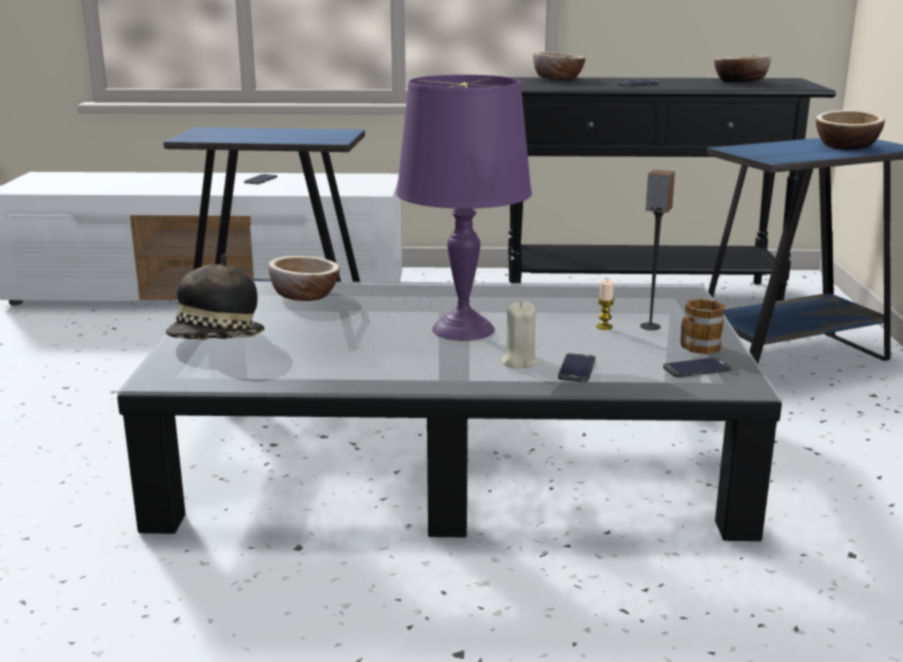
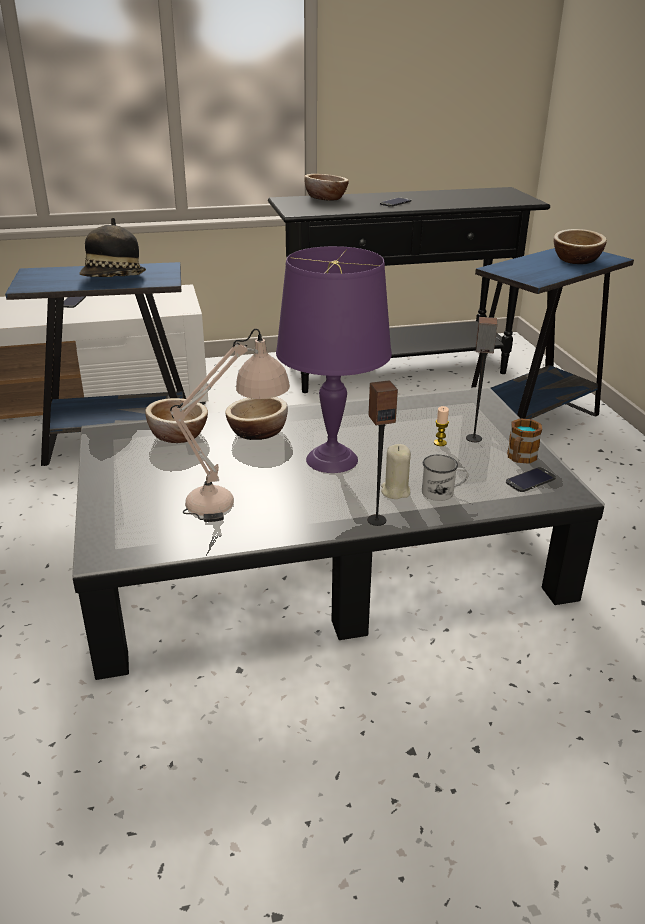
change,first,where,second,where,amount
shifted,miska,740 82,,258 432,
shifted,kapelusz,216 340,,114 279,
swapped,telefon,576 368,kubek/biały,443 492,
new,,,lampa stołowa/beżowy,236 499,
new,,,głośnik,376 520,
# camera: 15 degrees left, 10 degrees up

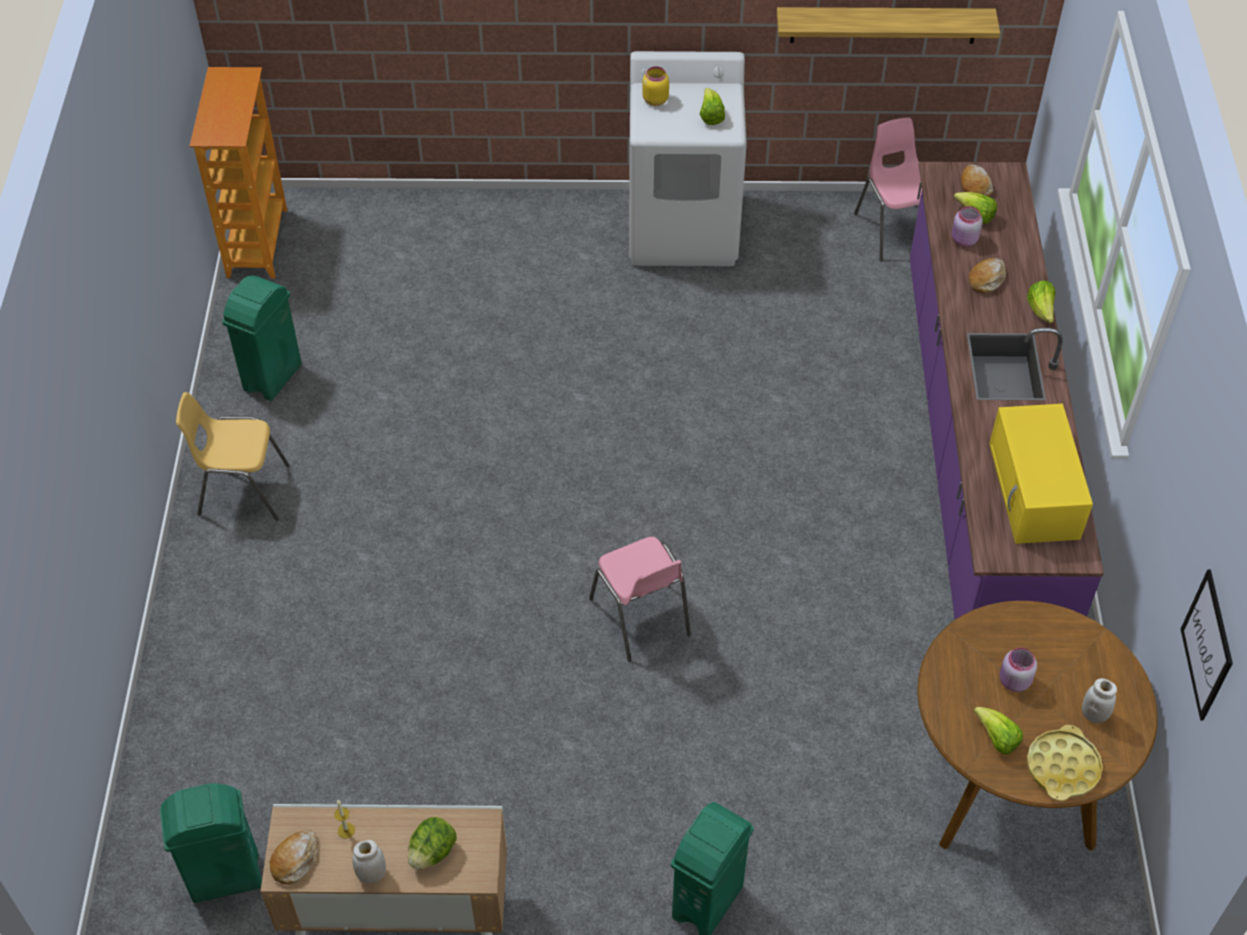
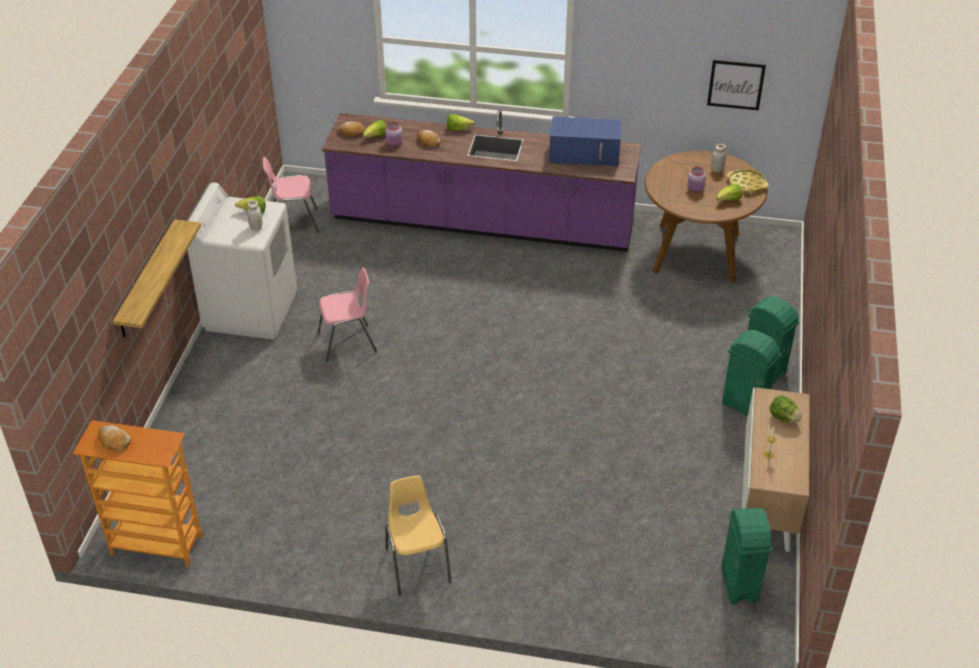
change,first,where,second,where,amount
shifted,półka,883 25,,147 280,
gone,słoik/żółty,654 100,,,
shifted,kosz na śmieci/zielony,272 377,,745 405,
rotated,krzesło/żółty,242 490,,417 564,150 degrees clockwise
repainted,mikrofalówka/żółty,1035 492,mikrofalówka/niebieski,585 154,
shifted,krzesło/różowy,640 618,,347 343,
shifted,chleb,295 860,,114 441,
shifted,słoik/biały,372 874,,256 227,
# camera: 80 degrees left, 10 degrees down

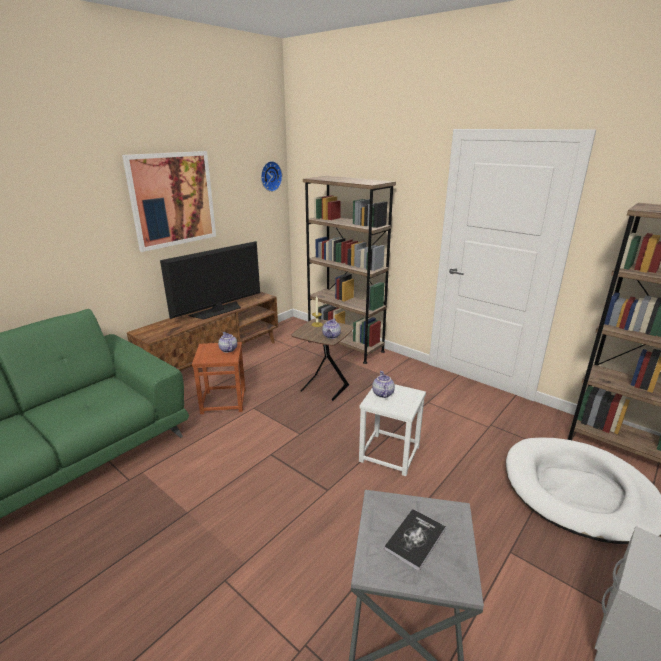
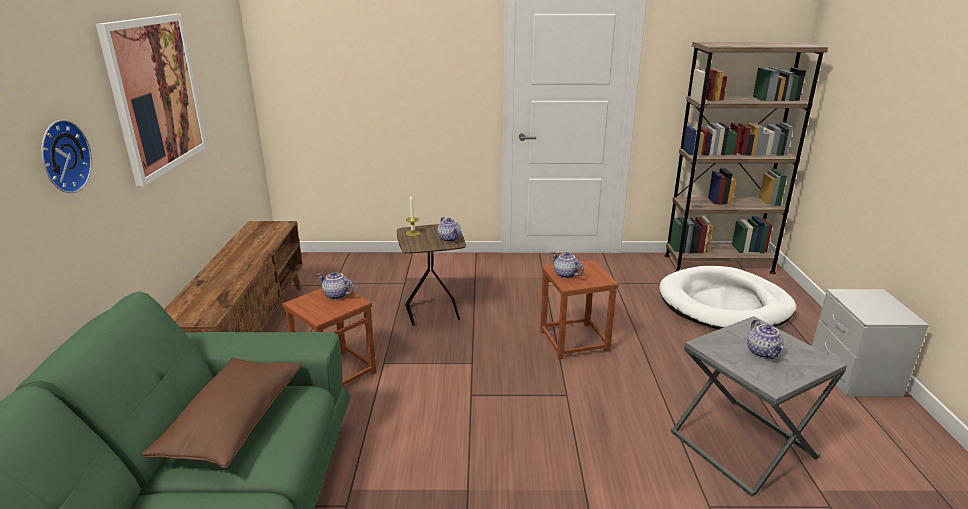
change,first,where,second,where,amount
shifted,zegar ścienny,270 176,,61 156,
gone,regał/brązowy,345 346,,,
gone,telewizor,218 311,,,
repainted,stołek/biały,389 454,stołek/brązowy,574 341,
swapped,książka,415 539,imbryk,763 352,
new,,,poduszka/brązowy,233 424,
# camera: 40 degrees left, 0 degrees up

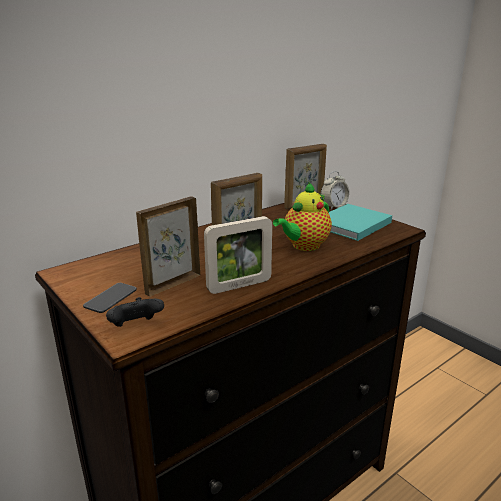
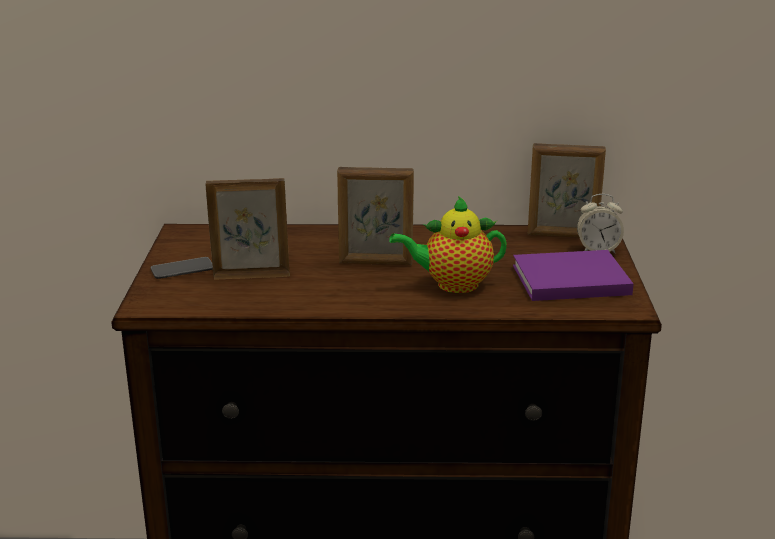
change,first,where,second,where,amount
repainted,książka/turkusowy,350 225,książka/fioletowy,567 280,
gone,ramka na zdjęcie,239 285,,,
gone,pad do gier/czarny,136 326,,,
# camera: 40 degrees right, 0 degrees up

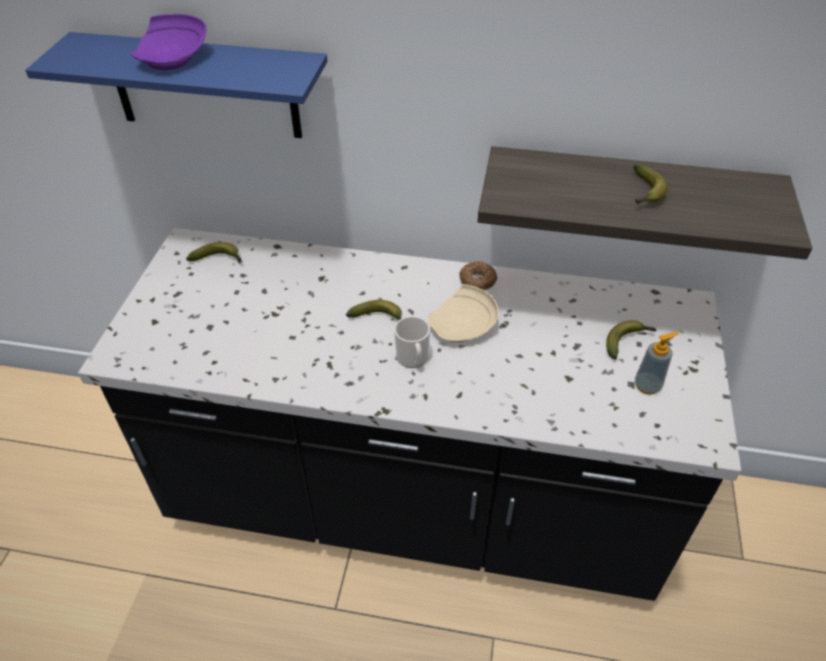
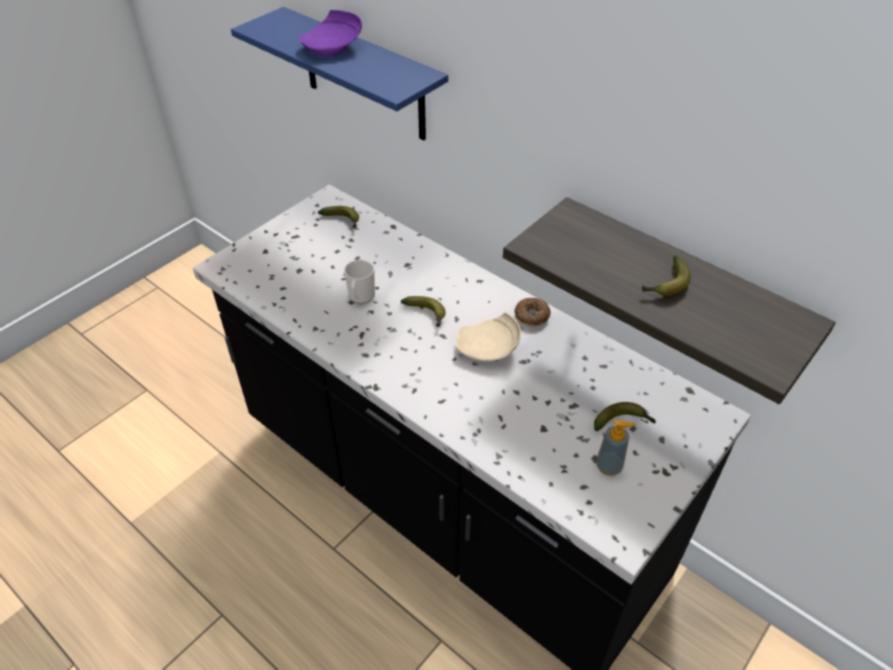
change,first,where,second,where,amount
shifted,kubek,413 359,,360 297,
# camera: 30 degrees right, 0 degrees up

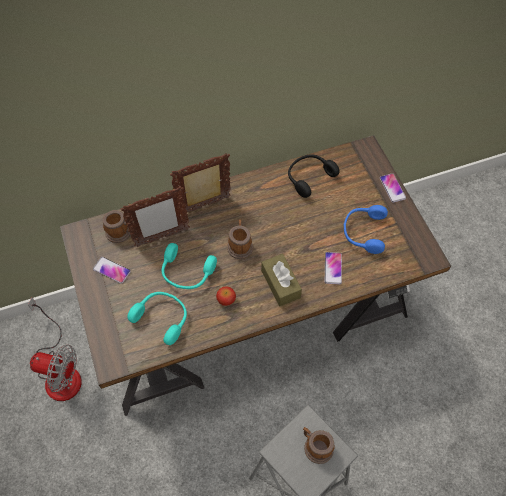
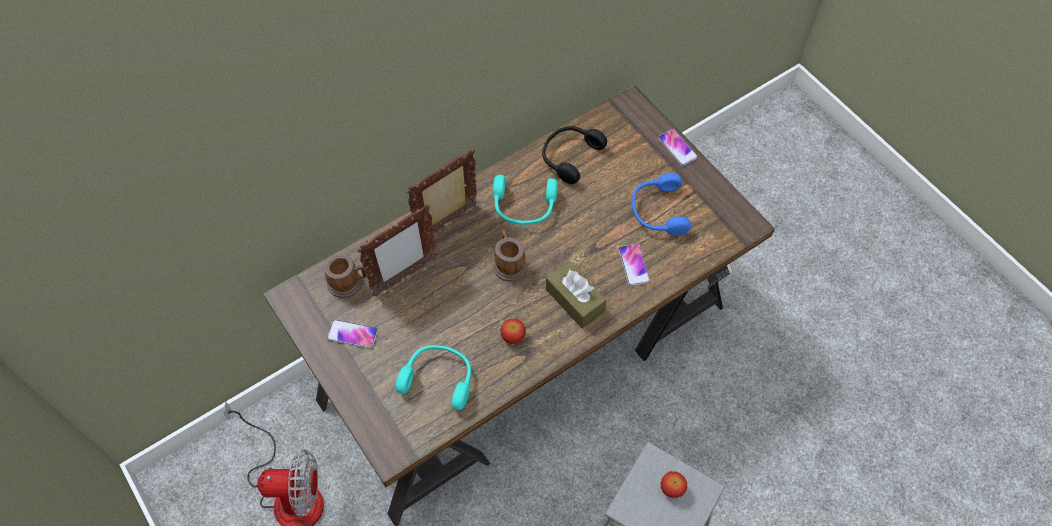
change,first,where,second,where,amount
shifted,słuchawki/turkusowy,186 273,,524 207,
swapped,kubek,315 446,jabłko,672 489,
# camera: 15 degrees left, 0 degrees up

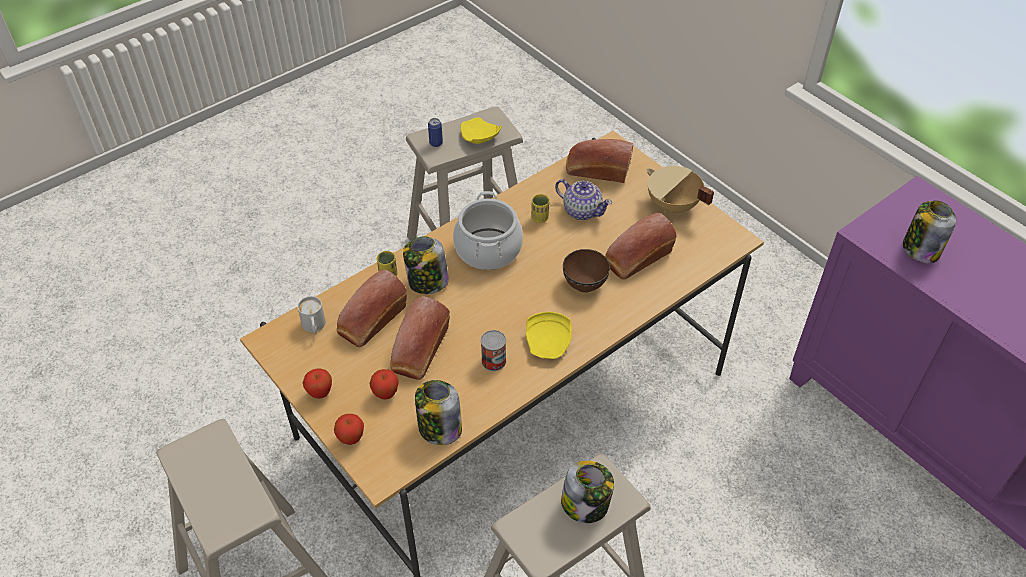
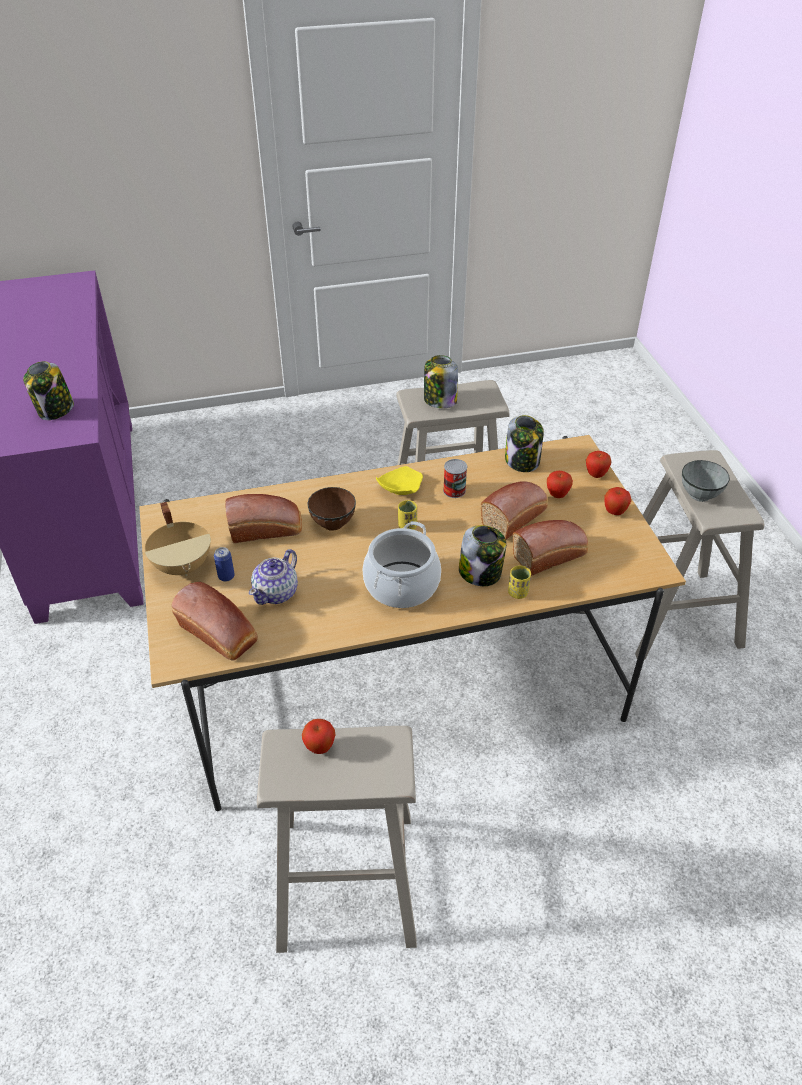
change,first,where,second,where,amount
swapped,talerz/żółty,479 138,jabłko,319 747,
shifted,puszka,436 143,,226 576,
rotated,imbryk,582 210,,276 593,120 degrees counterclockwise
shifted,filiżanka/żółty,540 218,,407 526,
gone,kubek/biały,314 327,,,
new,,,miska/szary,700 494,
# camera: 155 degrees left, 5 degrees down

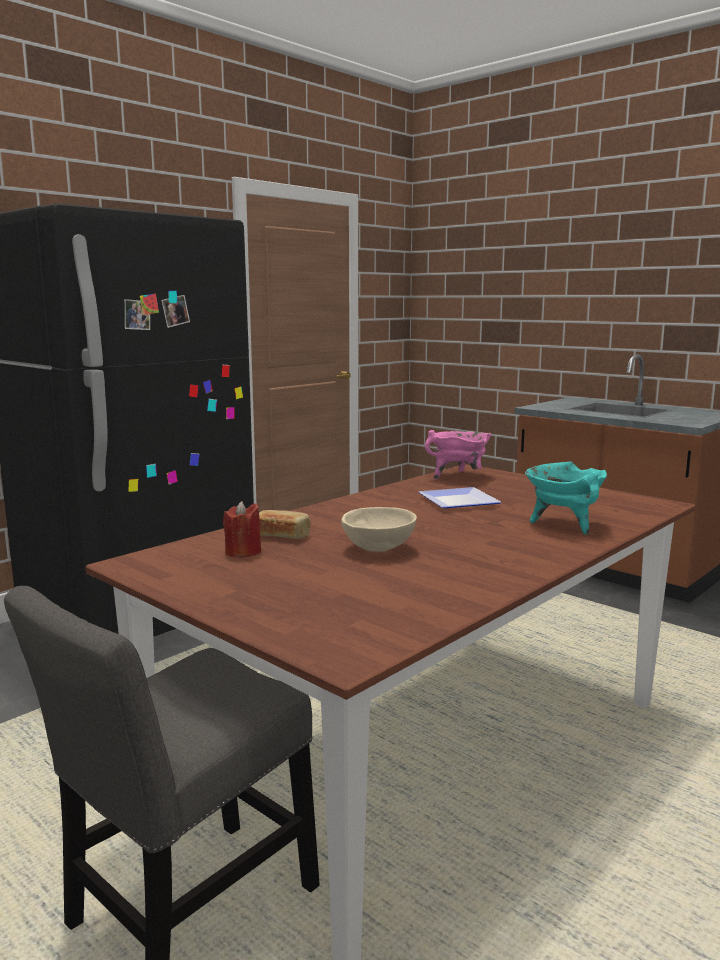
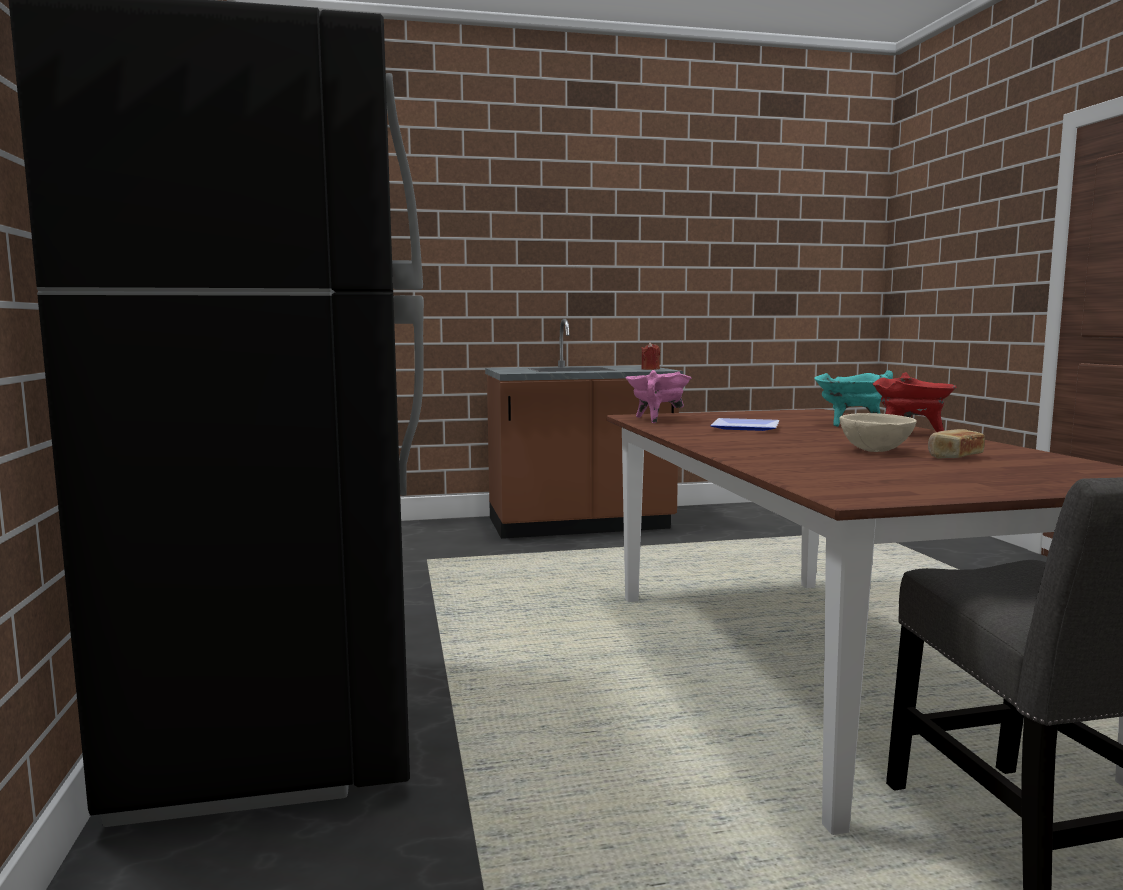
change,first,where,second,where,amount
shifted,świeca/czerwony,243 552,,650 369,
shifted,chleb,283 536,,953 457,
new,,,garnek/czerwony,911 434,
# camera: 55 degrees left, 5 degrees down

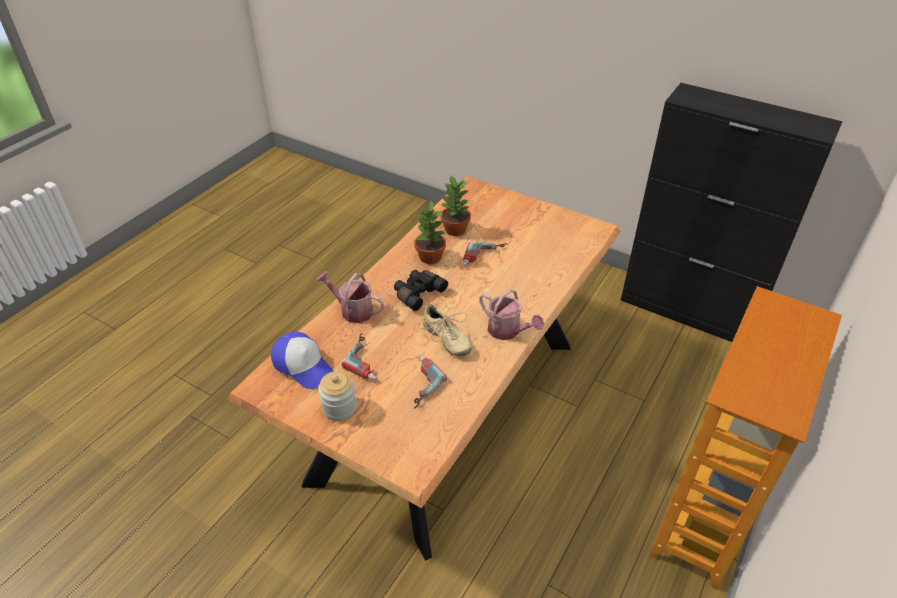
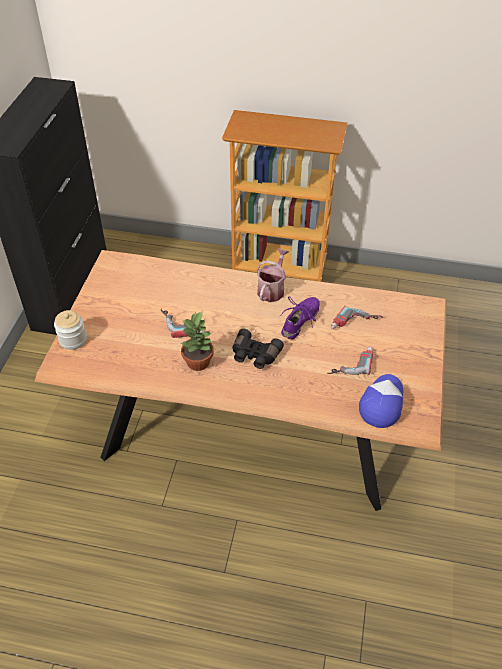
change,first,where,second,where,amount
gone,roślina doniczkowa,455 230,,,
gone,konewka,352 310,,,
repainted,but/beżowy,446 339,but/fioletowy,300 322,
shifted,słoik,339 407,,73 340,
# camera: 110 degrees left, 5 degrees up

